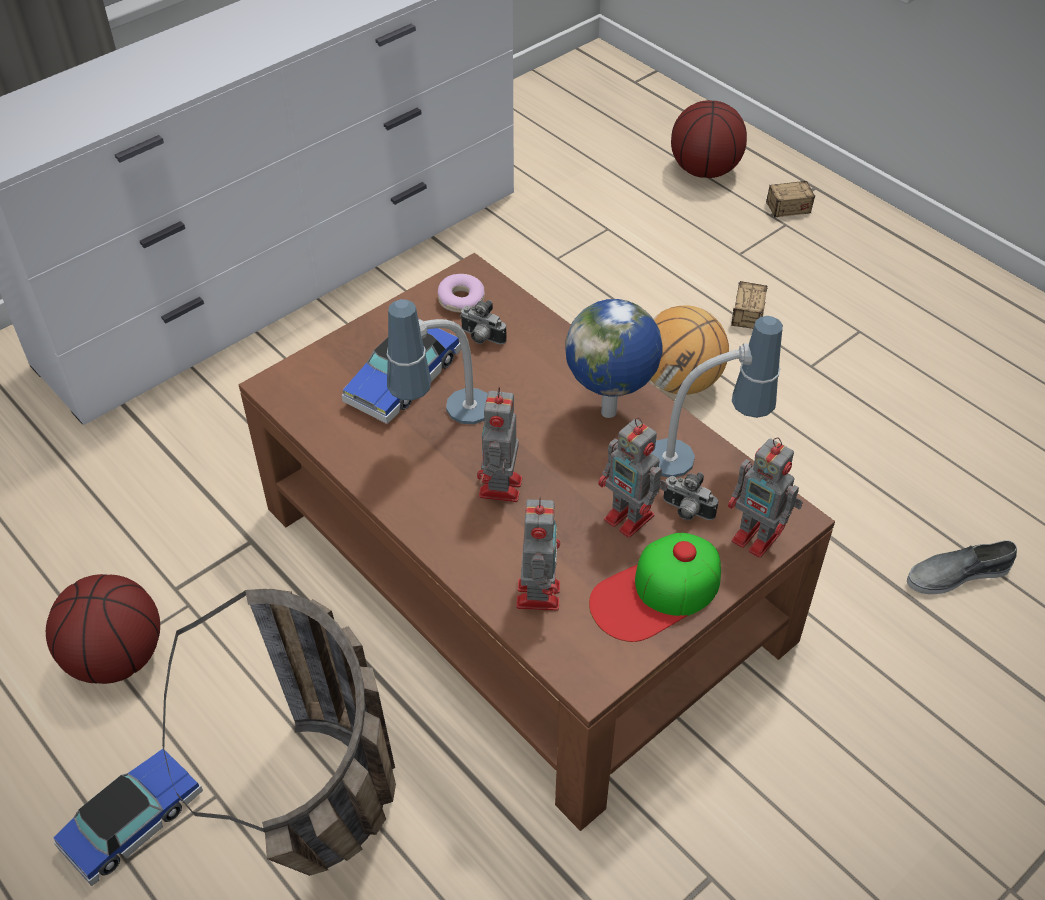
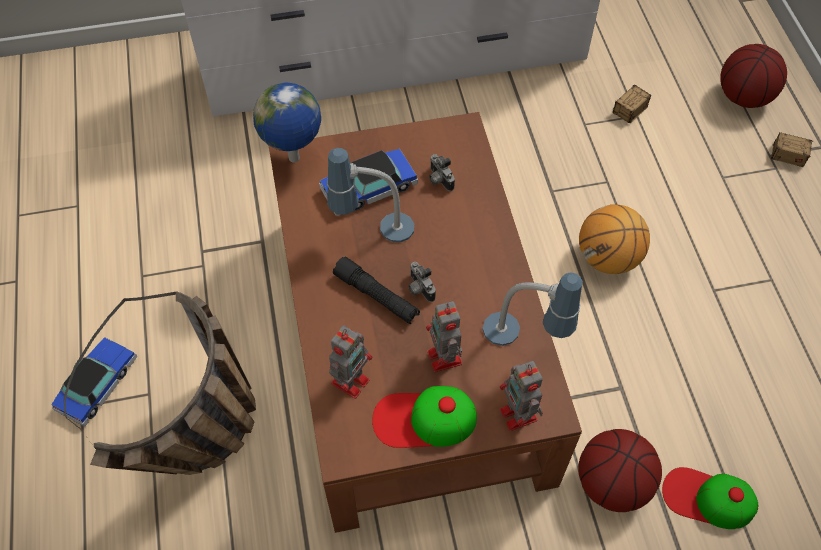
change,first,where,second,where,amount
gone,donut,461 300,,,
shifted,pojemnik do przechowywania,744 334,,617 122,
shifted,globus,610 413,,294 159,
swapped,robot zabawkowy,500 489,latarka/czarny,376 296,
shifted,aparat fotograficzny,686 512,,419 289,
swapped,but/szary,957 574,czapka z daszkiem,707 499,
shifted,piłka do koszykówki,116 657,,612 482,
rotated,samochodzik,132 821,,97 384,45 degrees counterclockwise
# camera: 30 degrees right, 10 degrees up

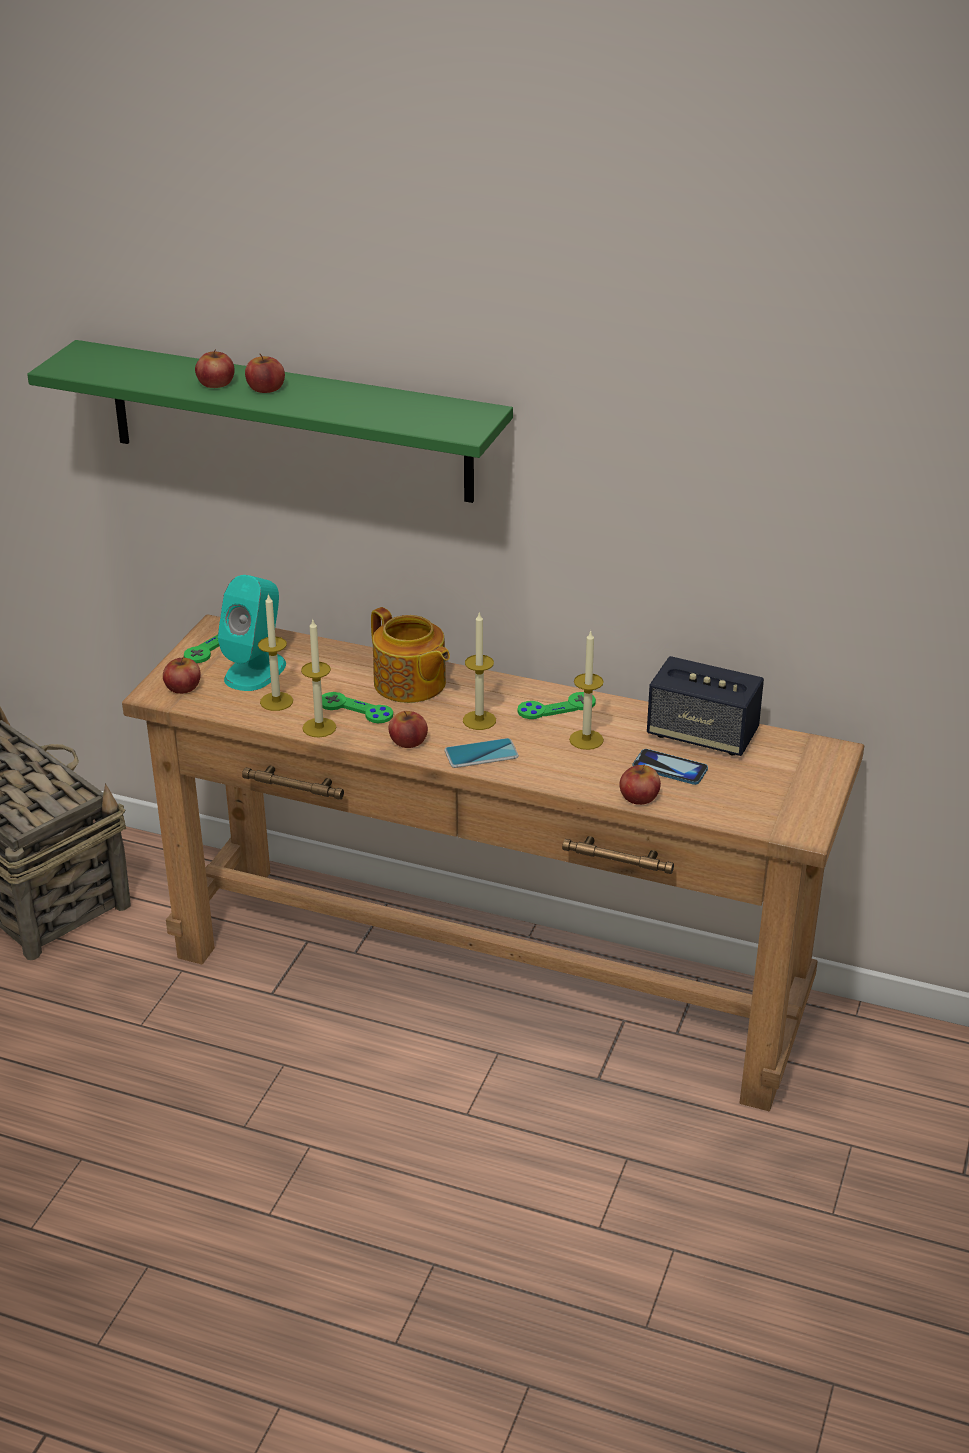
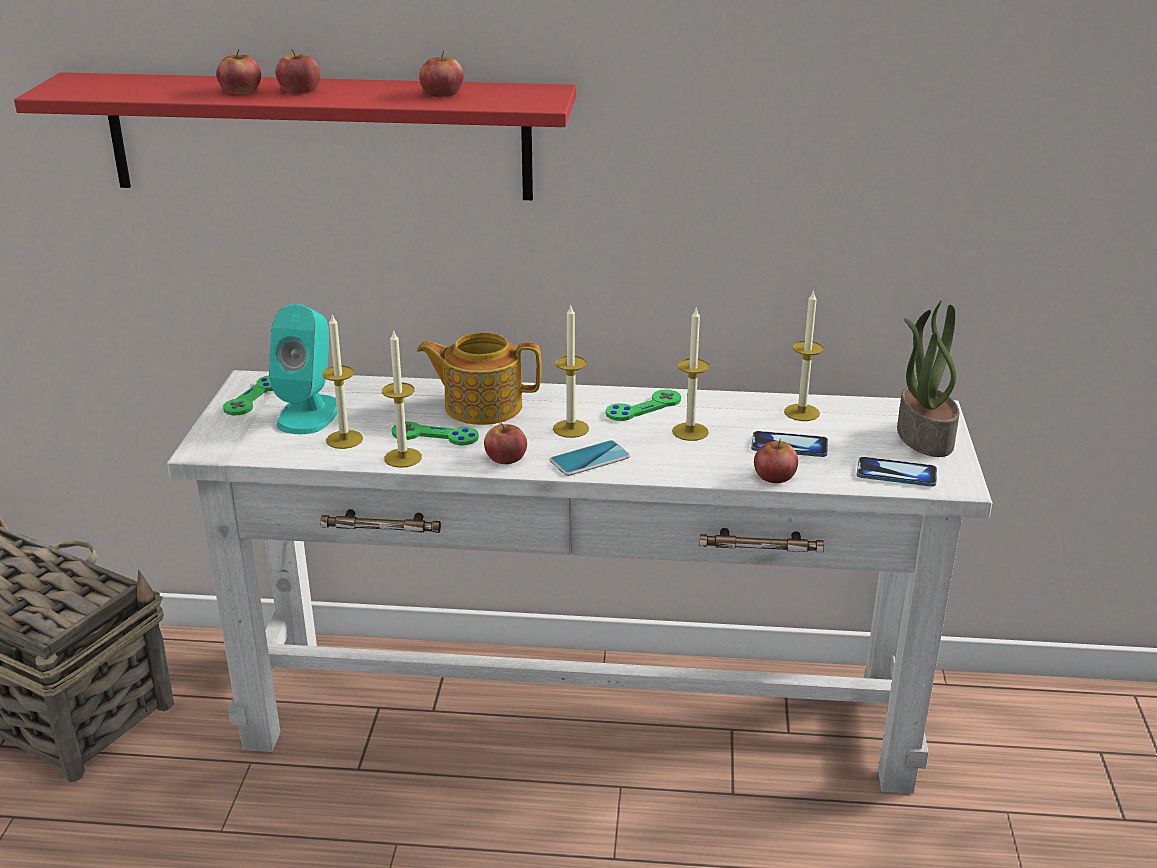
change,first,where,second,where,amount
repainted,półka/zielony,289 421,półka/czerwony,319 136,
rotated,imbryk,410 684,,481 406,150 degrees clockwise
repainted,stolik konsolowy/brązowy,487 980,stolik konsolowy/biały,579 714,
swapped,głośnik,702 735,świeca,801 412,
shifted,jabłko,183 687,,442 93,
new,,,roślina doniczkowa,923 437,
new,,,telefon,896 474,
# camera: 15 degrees left, 5 degrees down

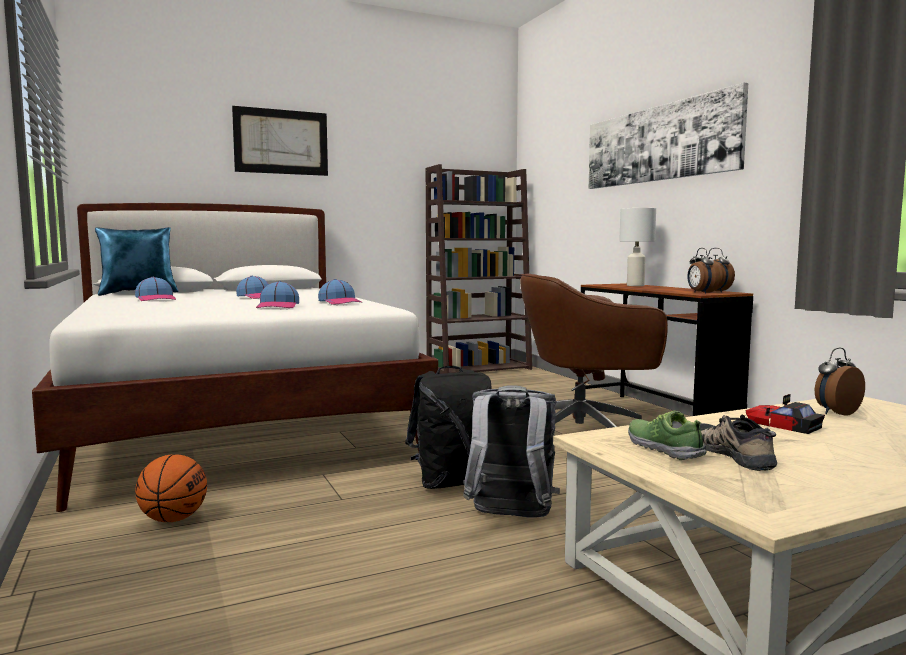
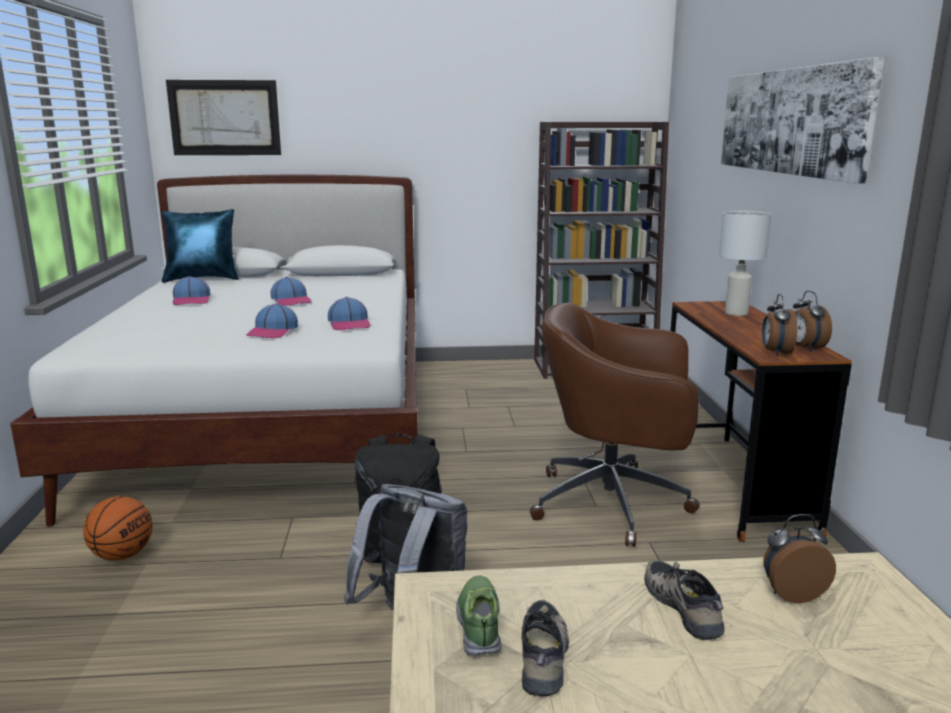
change,first,where,second,where,amount
shifted,obraz,281 142,,224 118,
swapped,samochodzik,783 424,but,685 606,
# camera: 20 degrees right, 10 degrees up

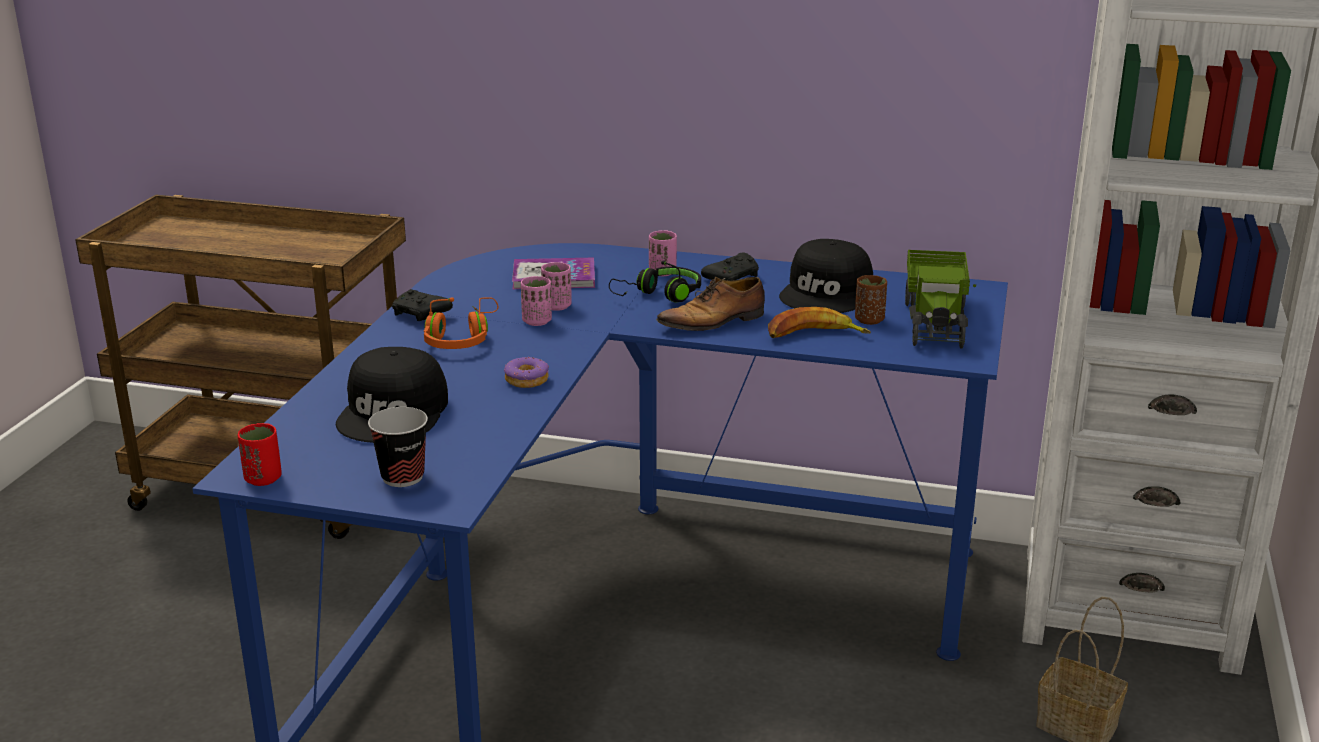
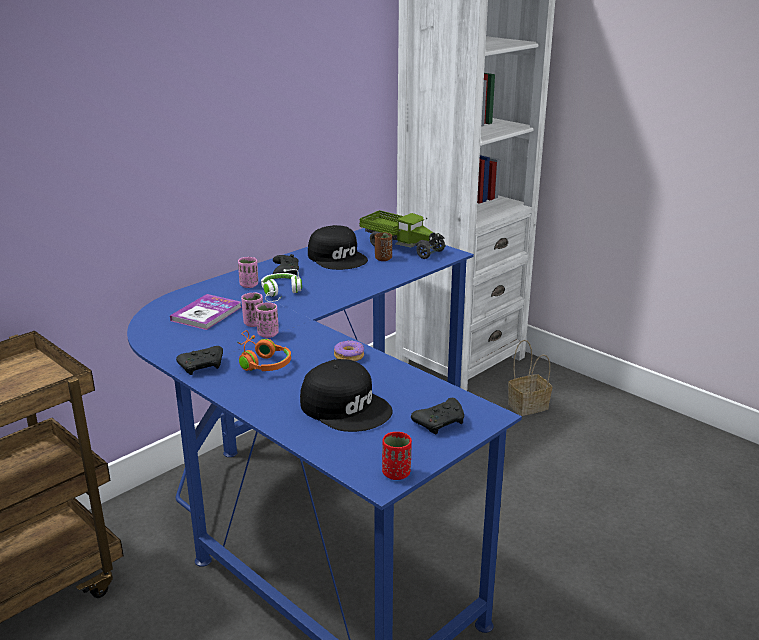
change,first,where,second,where,amount
repainted,słuchawki/czarny,660 295,słuchawki/biały,280 294,
gone,but,714 322,,,
gone,banan,814 335,,,
swapped,filiżanka,402 477,pad do gier/czarny,440 423,
# camera: 60 degrees left, 0 degrees up

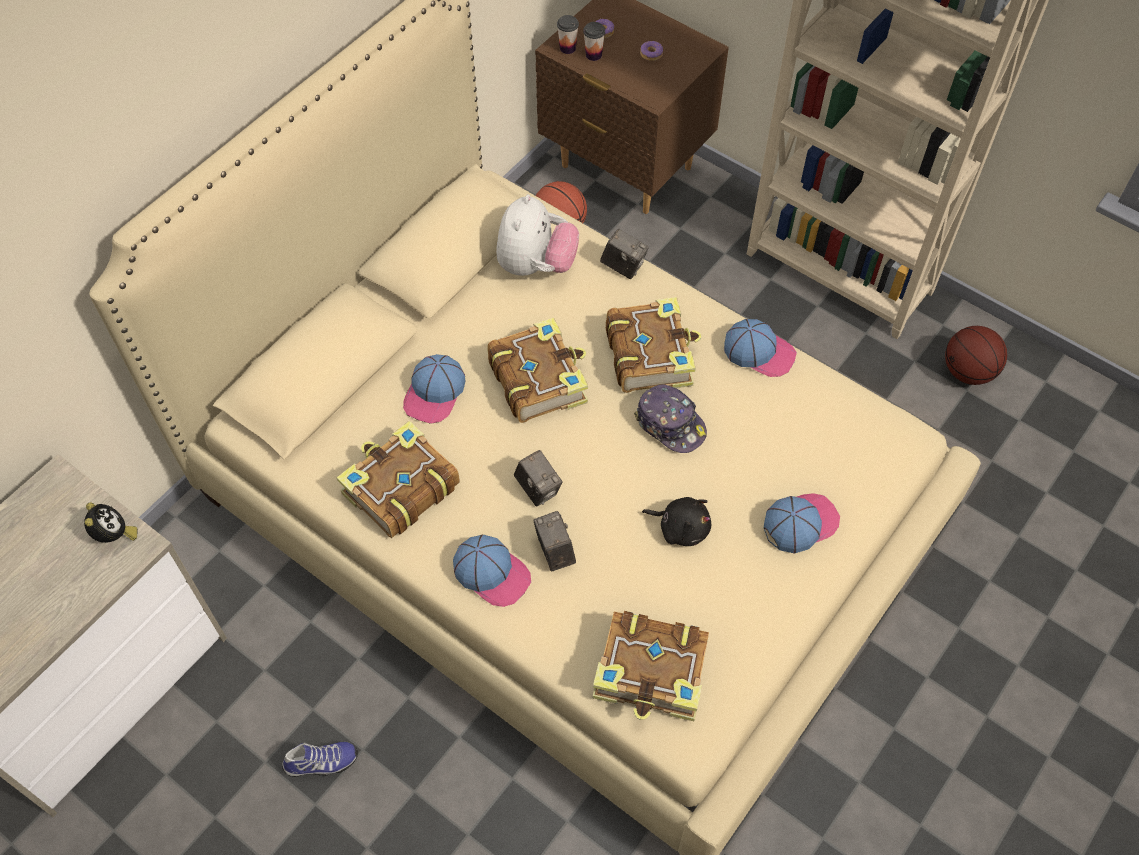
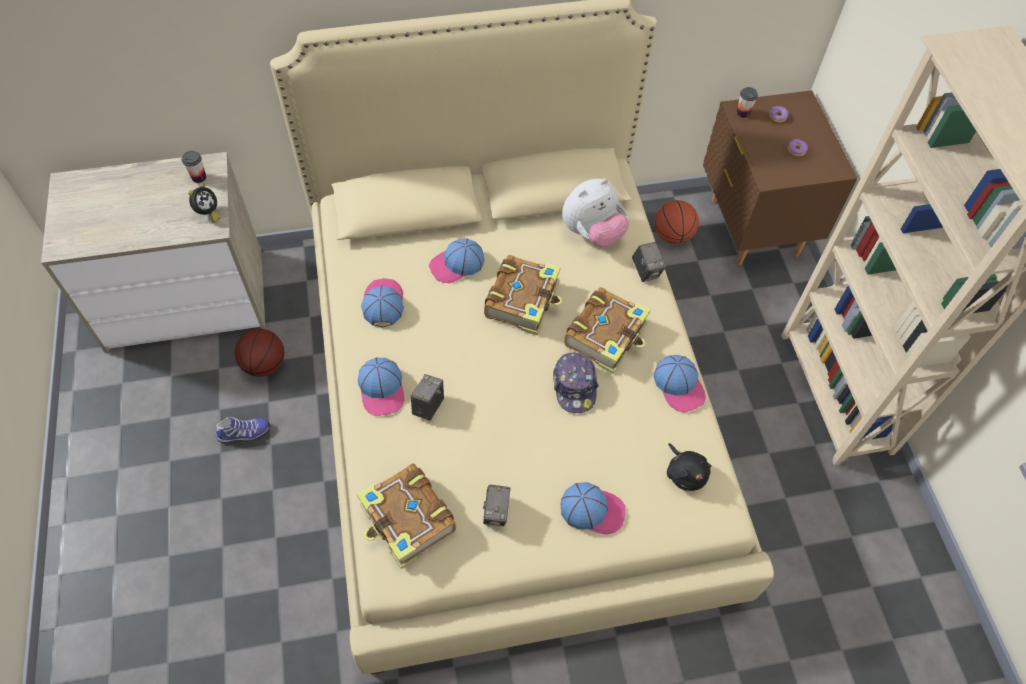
change,first,where,second,where,amount
shifted,filiżanka,593 55,,199 177,
shifted,piłka do koszykówki,968 372,,264 364,
swapped,książka,399 489,czapka z daszkiem,383 303,
shifted,aparat fotograficzny,538 489,,496 512,
shifted,pluszak/czarny,681 528,,685 473,
rotated,but,321 763,,244 434,45 degrees counterclockwise
# camera: 40 degrees right, 0 degrees up

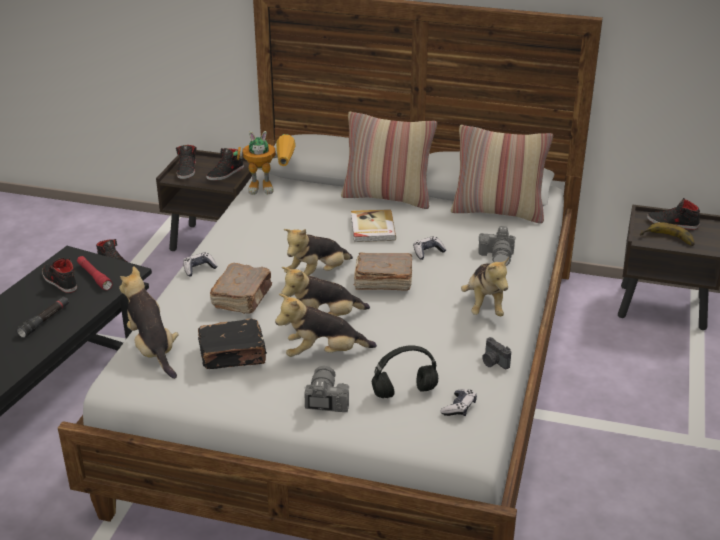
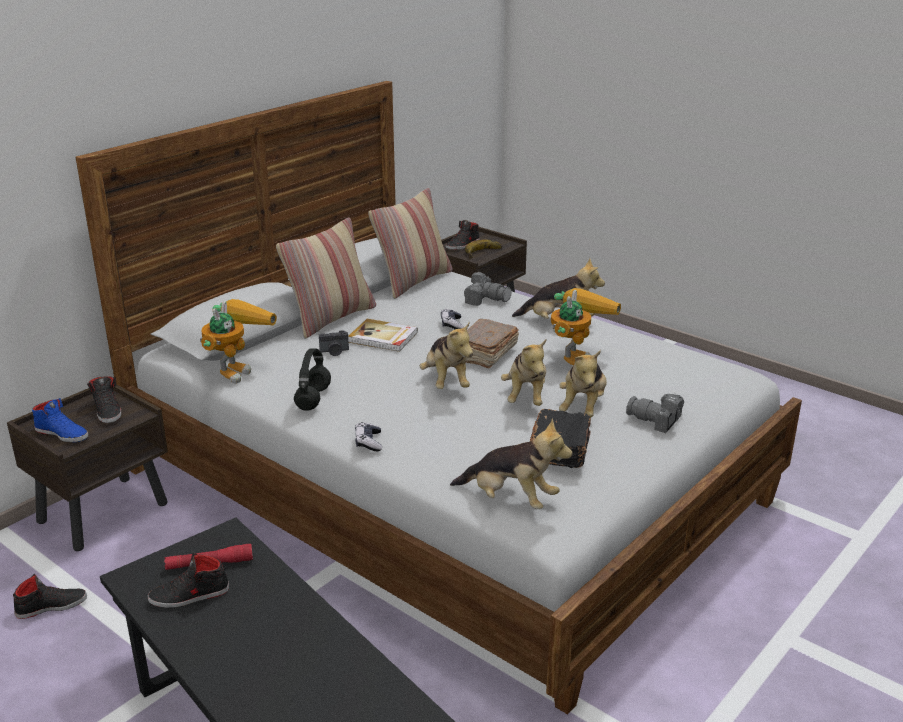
change,first,where,second,where,amount
repainted,but/czarny,187 170,but/niebieski,62 433,
gone,książka/brązowy,243 298,,,
rotated,pluszak,152 350,,510 499,150 degrees counterclockwise
gone,latarka/czarny,45 321,,,
shifted,aparat fotograficzny,493 362,,334 352,
shifted,słuchawki/czarny,403 392,,313 399,
gone,pad do gier,459 408,,,
new,,,robot zabawkowy,575 356,
# camera: 65 degrees left, 5 degrees down

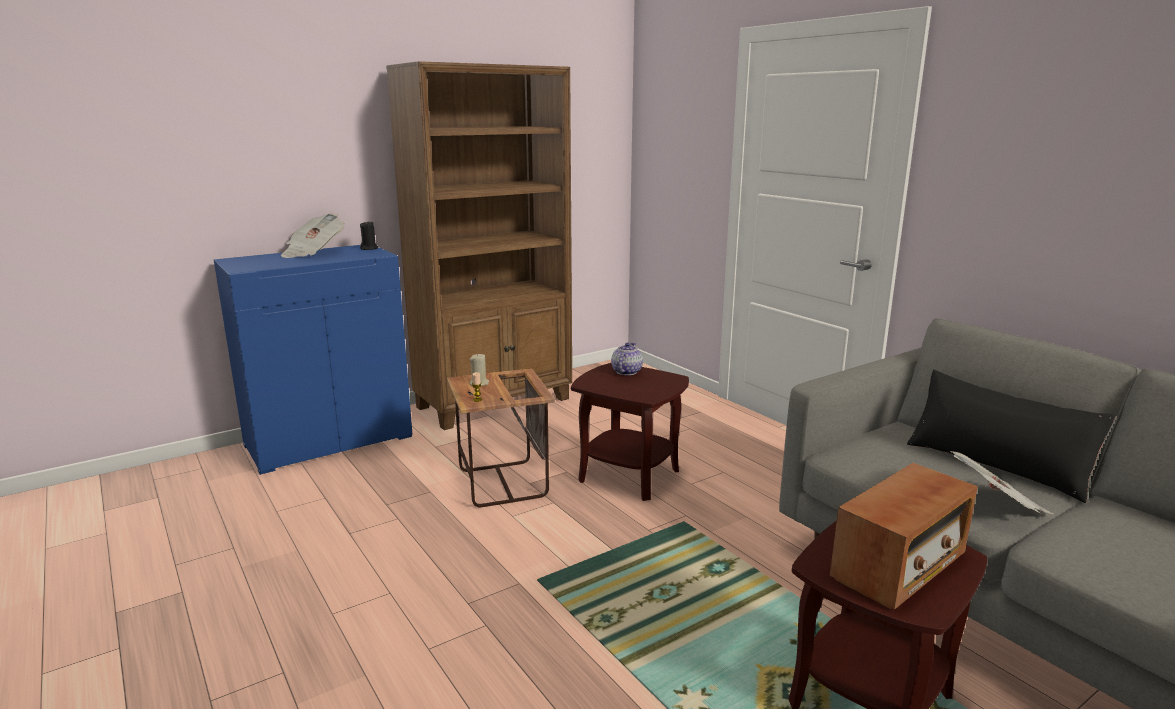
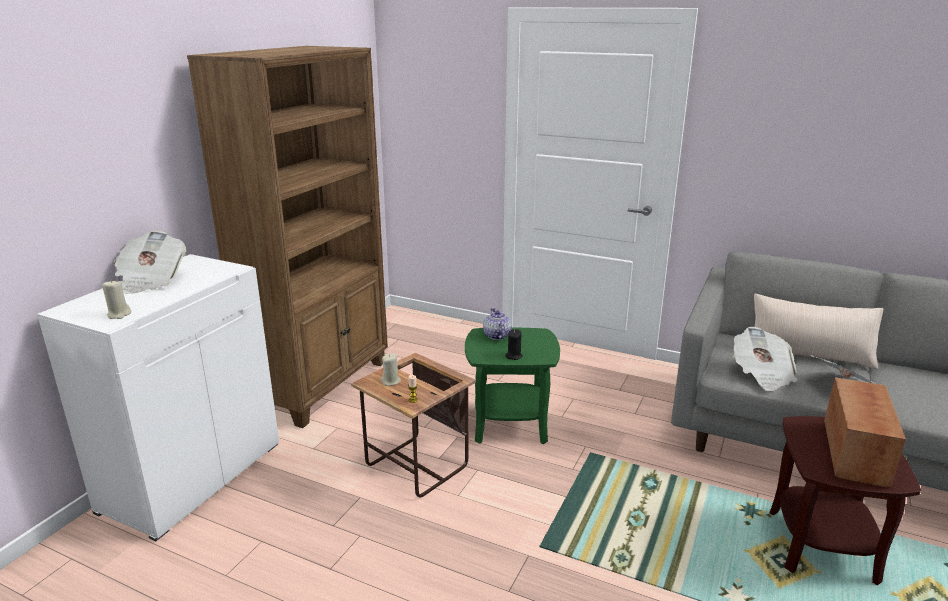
change,first,where,second,where,amount
shifted,świeca/czarny,369 248,,513 356,
repainted,szafka/niebieski,329 440,szafka/biały,192 476,
repainted,stolik/brązowy,628 476,stolik/zielony,510 424,
repainted,poduszka/czarny,996 465,poduszka/beżowy,809 354,
new,,,świeca/beżowy,119 314,
new,,,gazeta,762 374,
# camera: 30 degrees left, 5 degrees up

